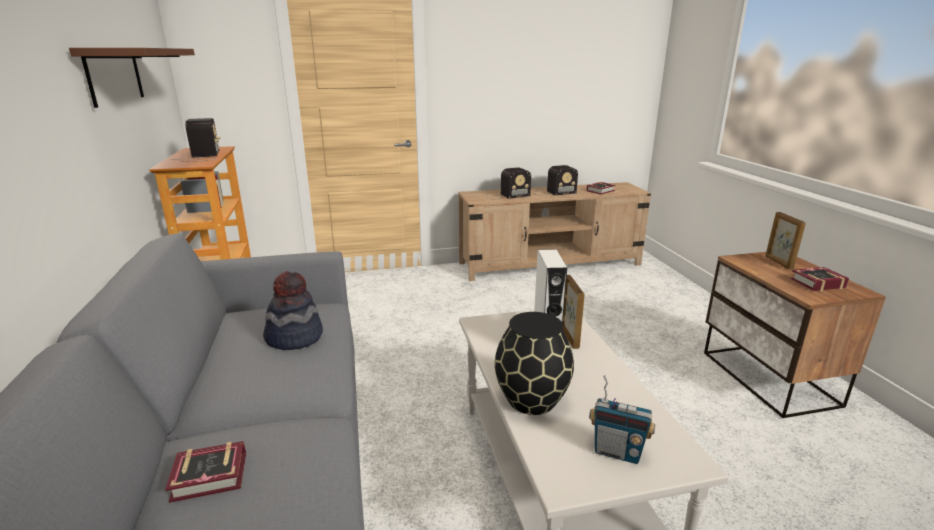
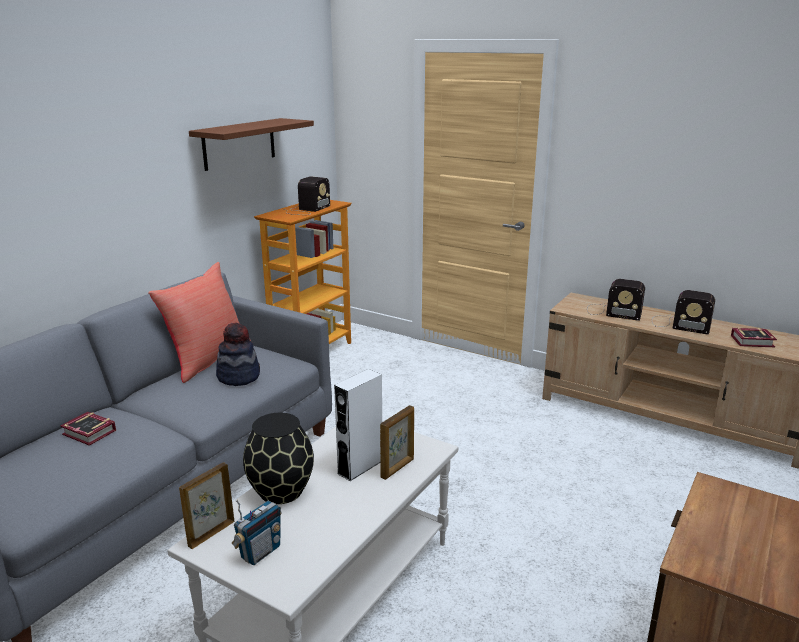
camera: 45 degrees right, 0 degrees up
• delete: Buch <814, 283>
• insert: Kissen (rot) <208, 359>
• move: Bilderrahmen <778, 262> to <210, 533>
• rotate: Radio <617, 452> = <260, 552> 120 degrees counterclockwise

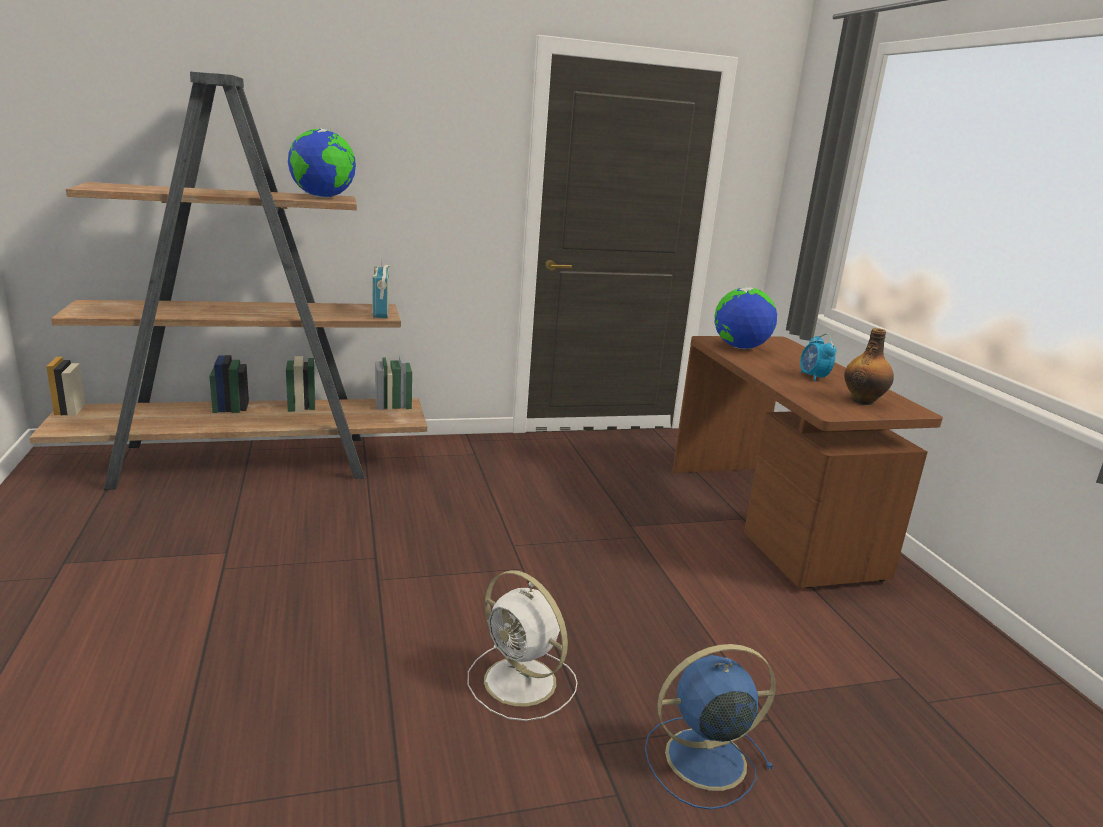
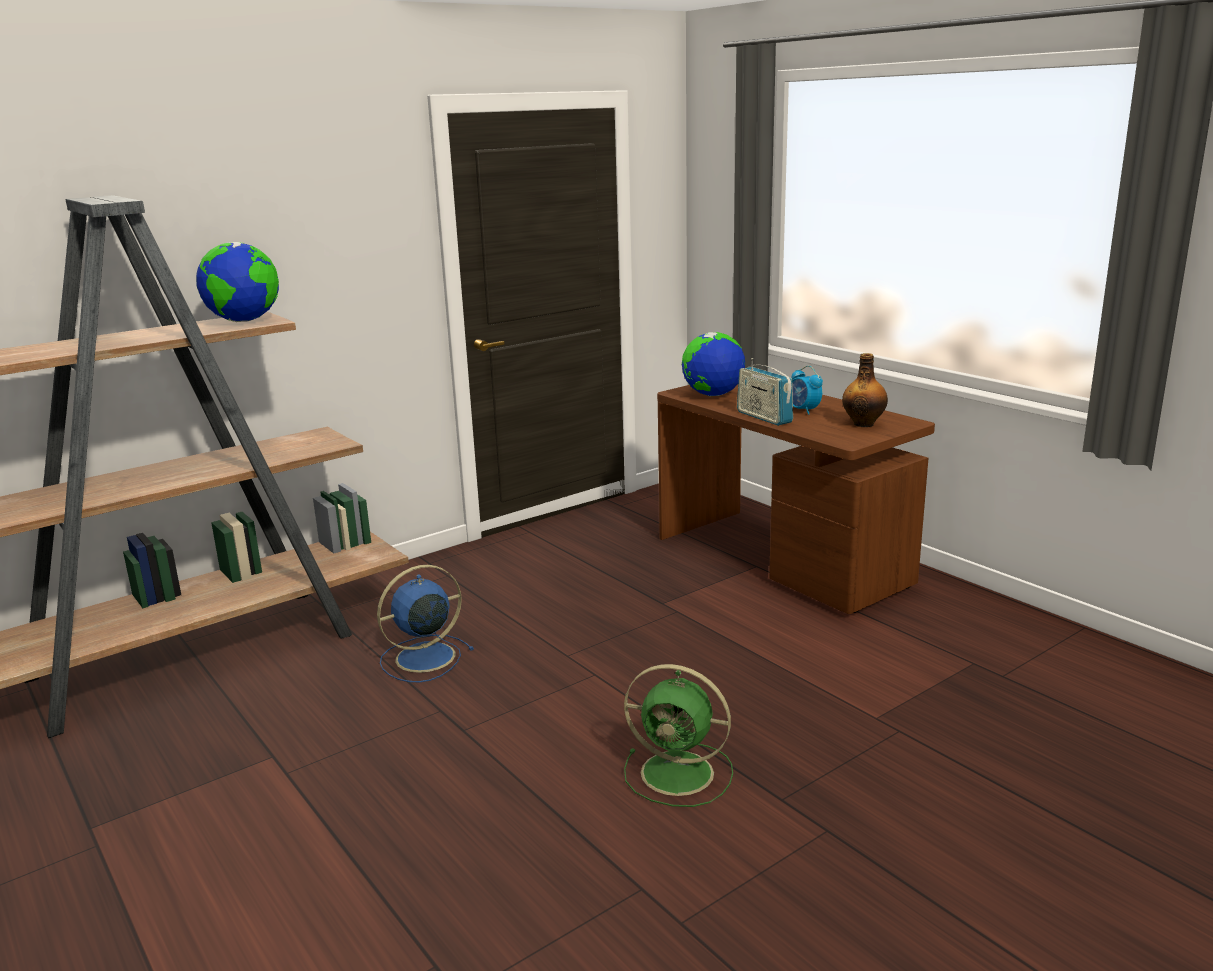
camera: 20 degrees left, 0 degrees up
• move: Radio <381, 311> to <764, 417>
• move: Ventilator (blau) <702, 759> to <422, 658>
• recolor: Ventilator (weiß) <522, 683> to Ventilator (grün) <680, 774>

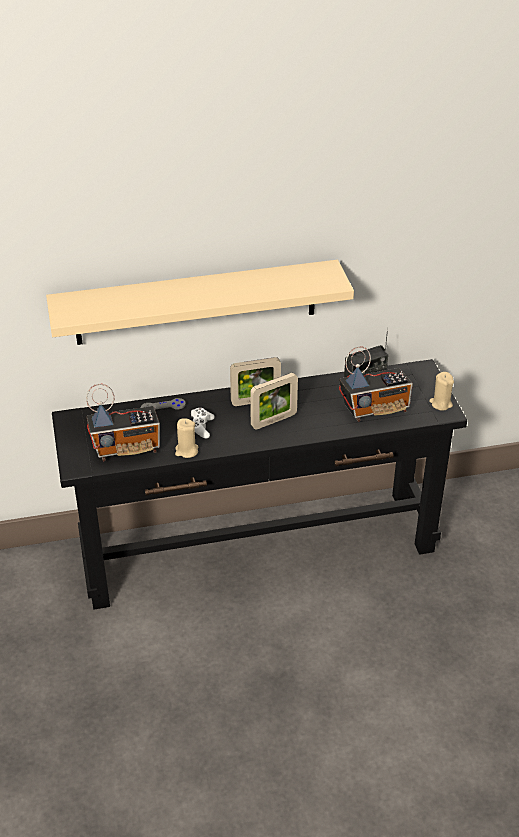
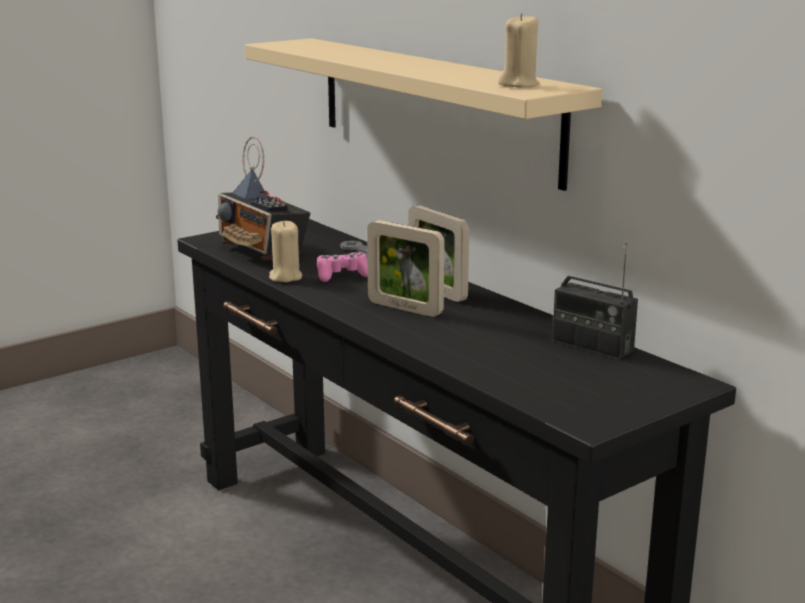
camera: 65 degrees right, 20 degrees down
• delete: Radio <375, 409>
• move: Kerze (beige) <441, 403> to <519, 85>
• recolor: Gamepad (weiß) <200, 427> to Gamepad (rosa) <343, 275>

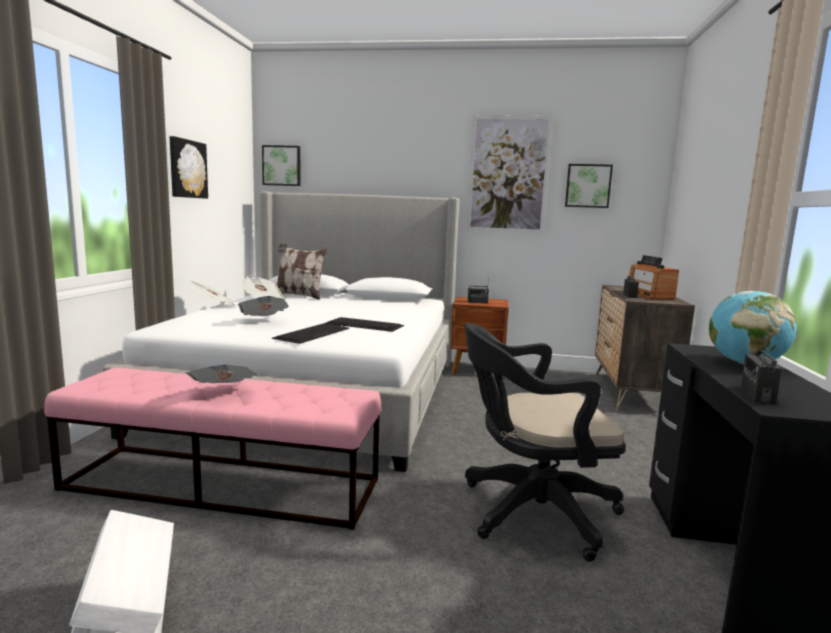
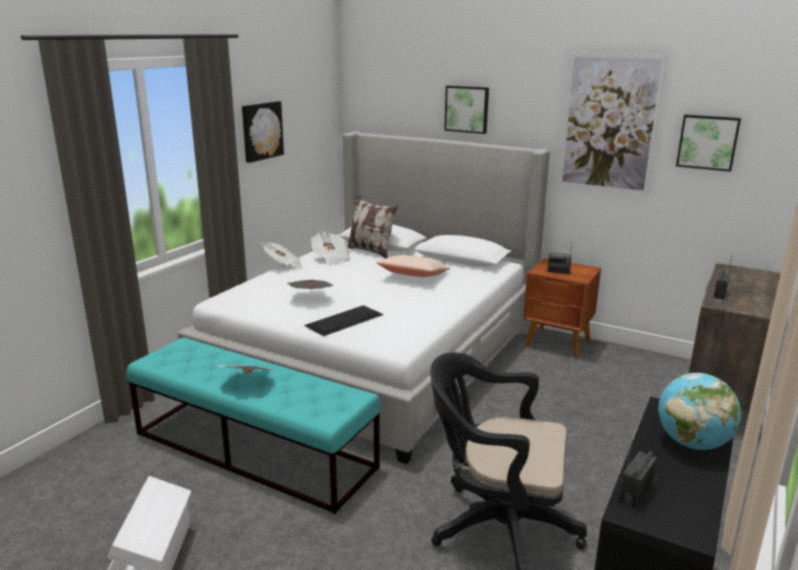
camera: 20 degrees right, 10 degrees up
• delete: Tastatur <365, 324>
• delete: Radio <649, 295>
• insert: Kissen (beige) <414, 277>
• move: Bild <282, 166> to <467, 109>
• recolor: Bank (rosa) <223, 484> to Bank (türkis) <254, 450>

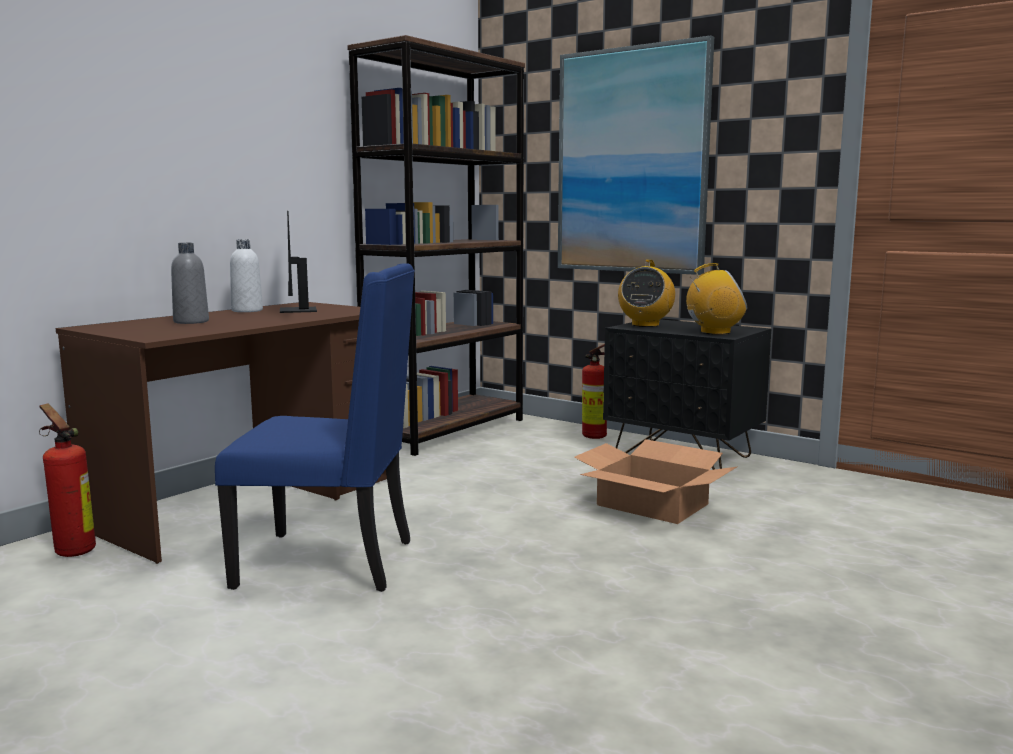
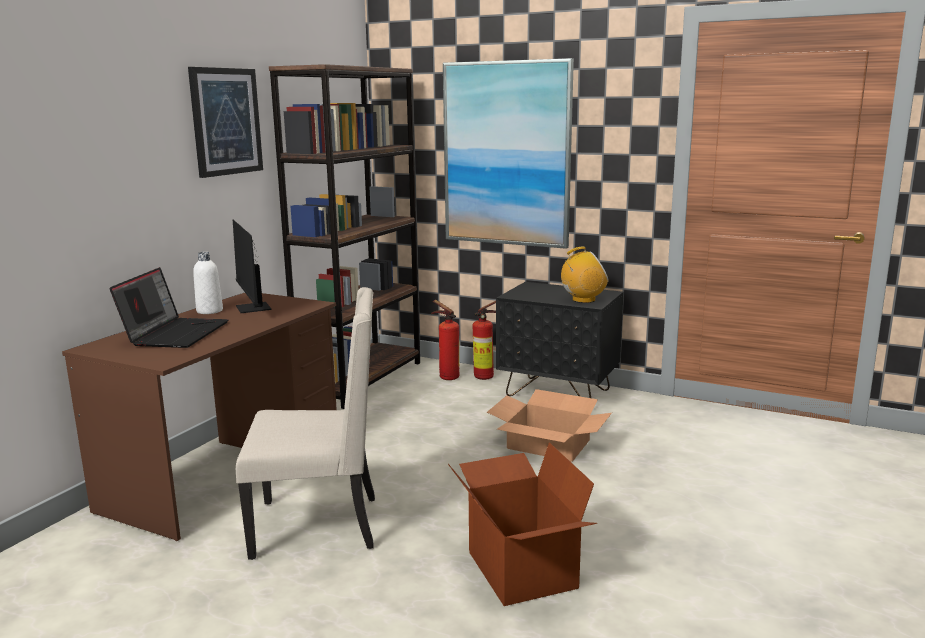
camera: 10 degrees left, 5 degrees up
• delete: Radio <645, 325>
• insert: Bild <226, 121>
• insert: Karton <519, 570>
• move: Feuerlöscher <73, 550> to <446, 377>
• replace: Flasche (grau) <191, 321> to Laptop <175, 333>
• recolor: Stuhl (blau) <331, 563> to Stuhl (beige) <320, 525>

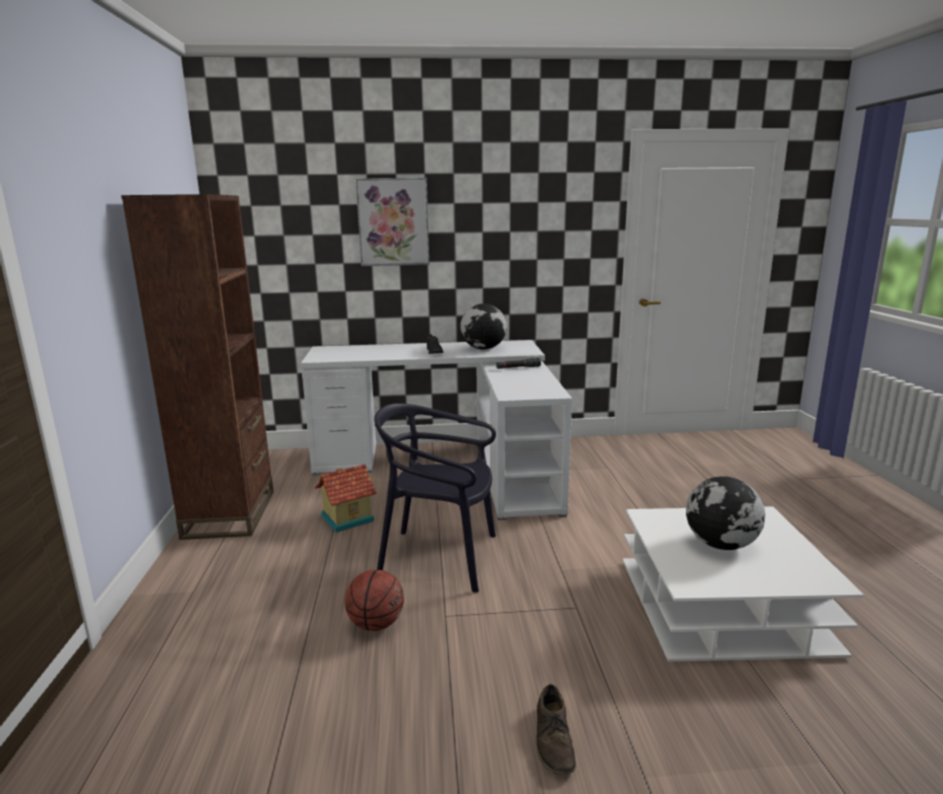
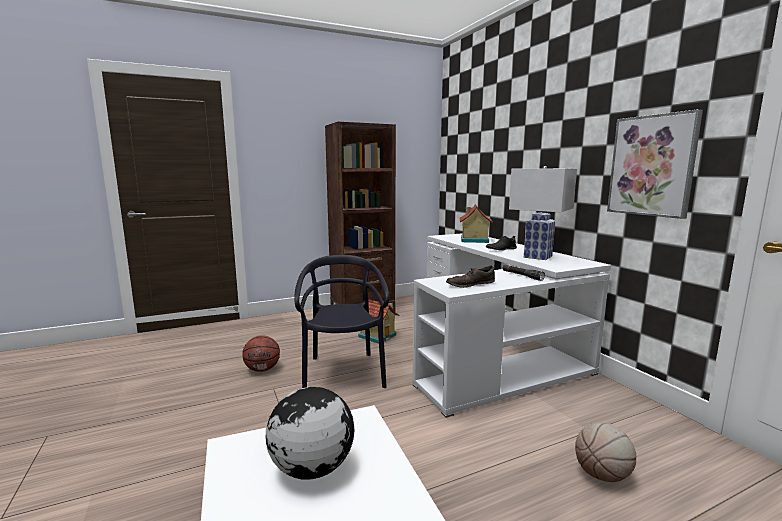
camera: 70 degrees right, 5 degrees down
• insert: Spielzeughaus <473, 240>
• insert: Basketball <602, 475>
• move: Bild <393, 222> to <652, 166>
• move: Schuh (braun) <554, 740> to <470, 284>
• replace: Globus <483, 348> to Tischlampe (weiß) <538, 257>

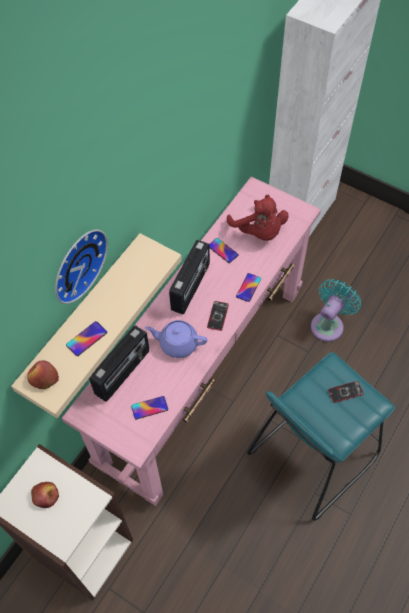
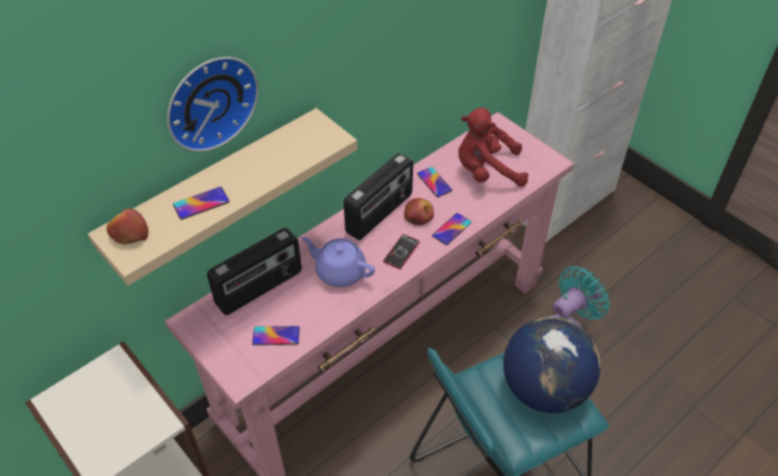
camera: 15 degrees right, 10 degrees down
• move: Apfel <46, 496> to <418, 216>
• replace: Handy <345, 392> to Globus <544, 388>
• rotate: Plüschtier (rot) <259, 231> = <486, 171> 105 degrees clockwise

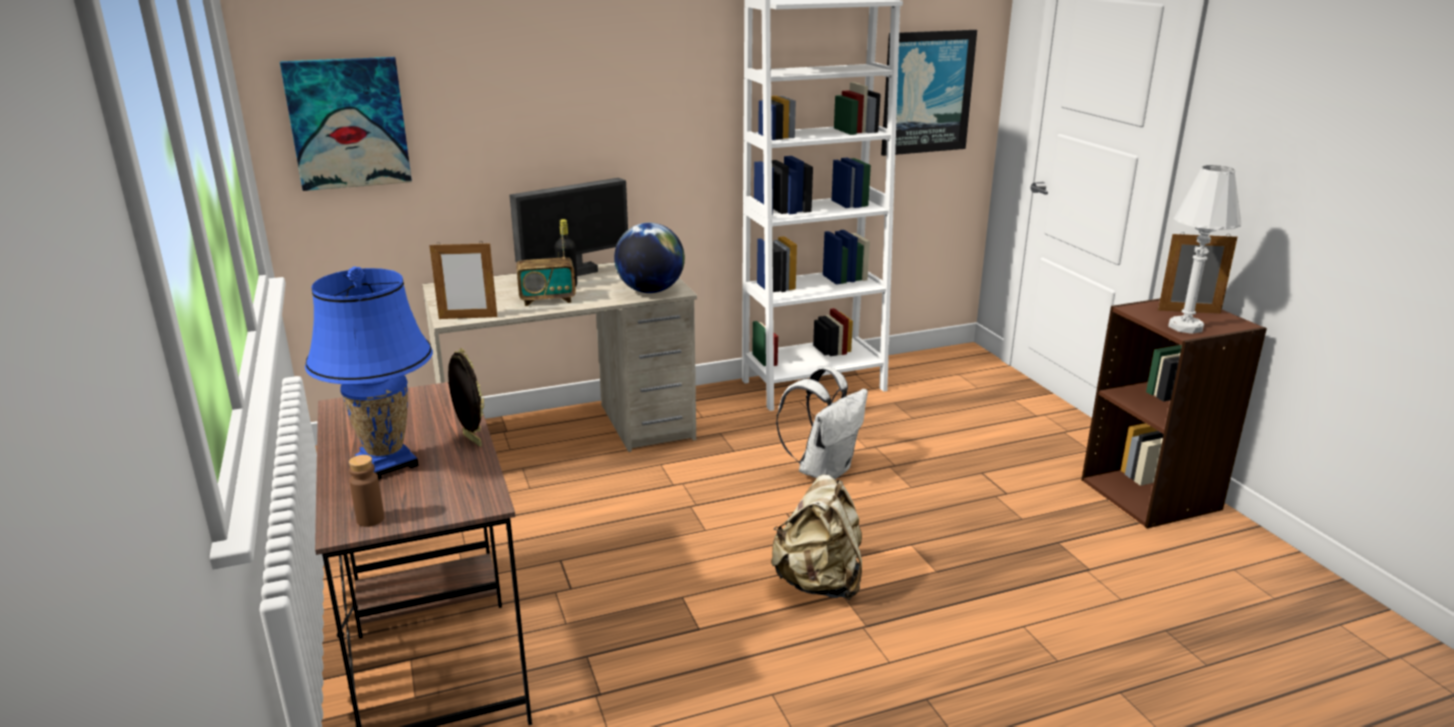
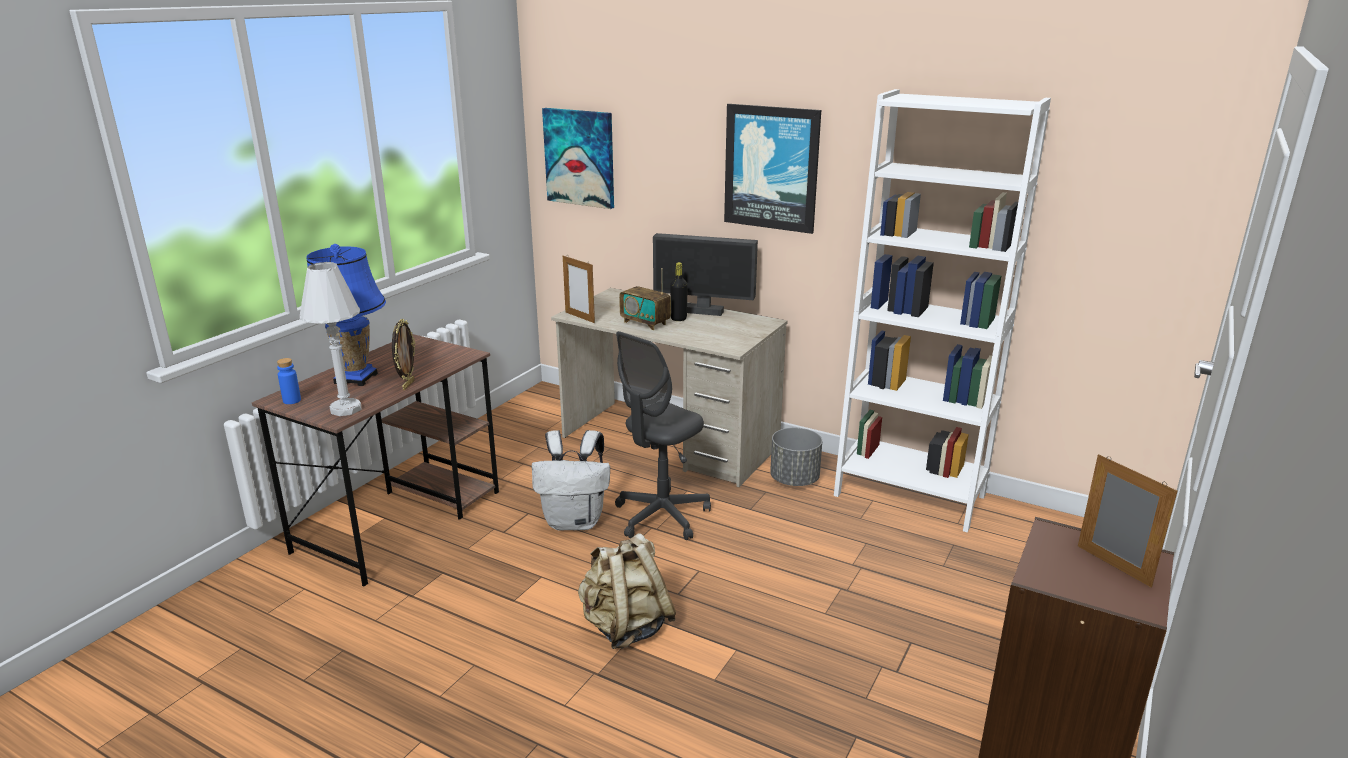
camera: 50 degrees right, 0 degrees up
• delete: Globus <650, 291>
• insert: Bürostuhl (grau) <661, 516>
• insert: Pflanzkübel (grau) <795, 480>
• move: Rucksack (weiß) <824, 470> to <575, 521>
• move: Bild <926, 92> to <771, 168>
• move: Tischlampe (weiß) <1185, 327> to <346, 409>
• recolor: Flasche (braun) <370, 519> to Flasche (blau) <292, 400>

